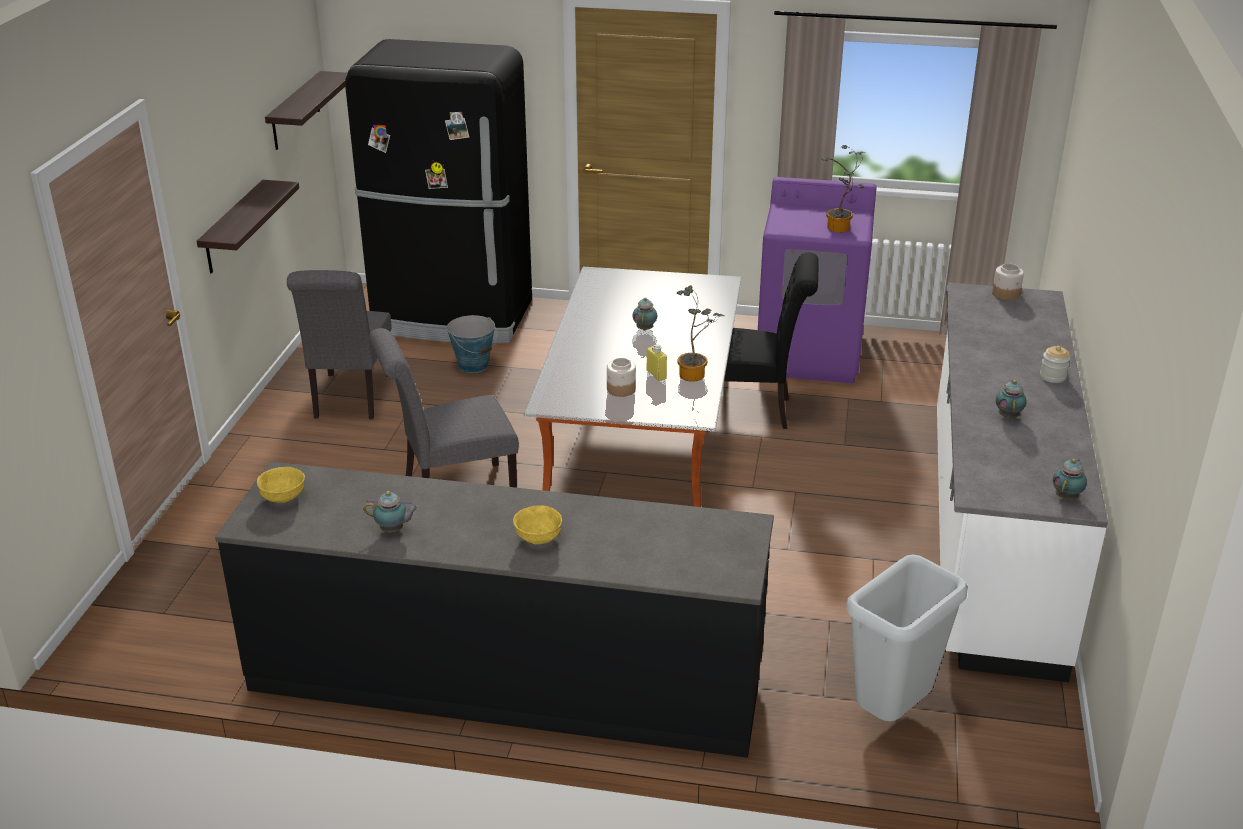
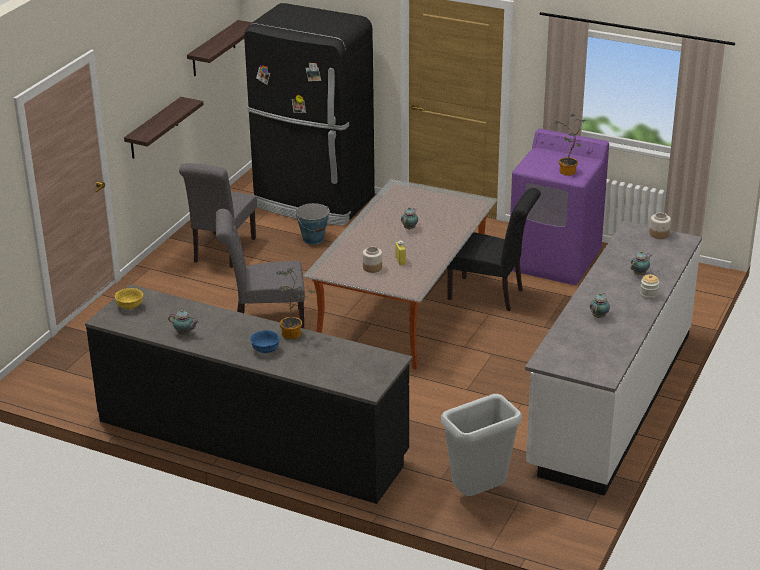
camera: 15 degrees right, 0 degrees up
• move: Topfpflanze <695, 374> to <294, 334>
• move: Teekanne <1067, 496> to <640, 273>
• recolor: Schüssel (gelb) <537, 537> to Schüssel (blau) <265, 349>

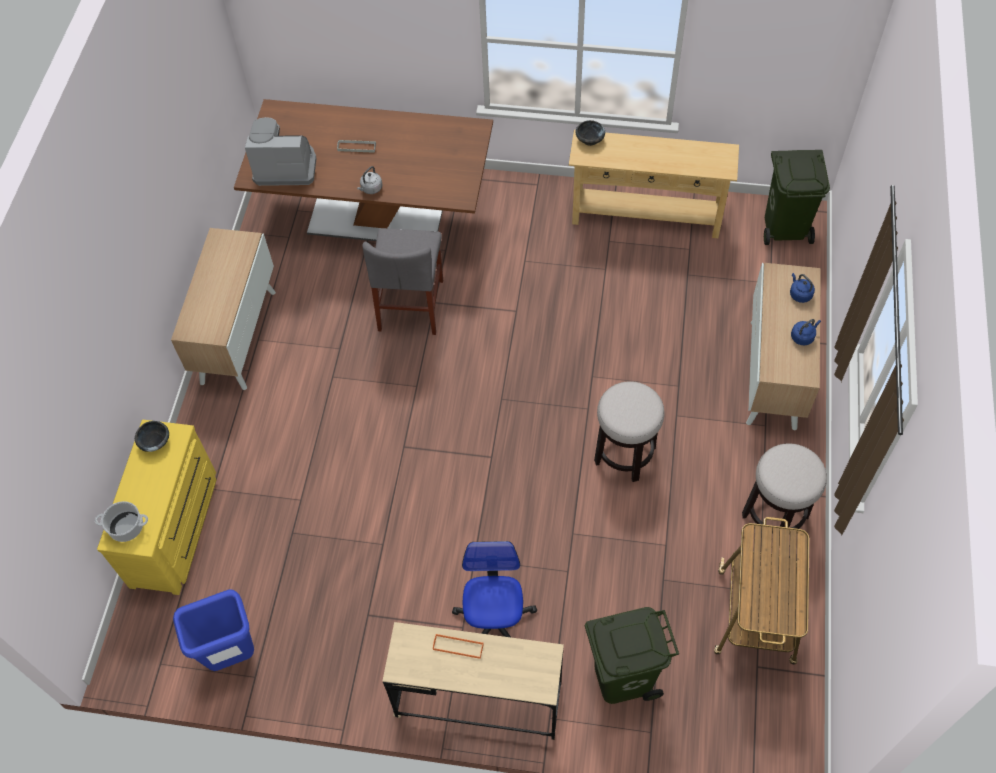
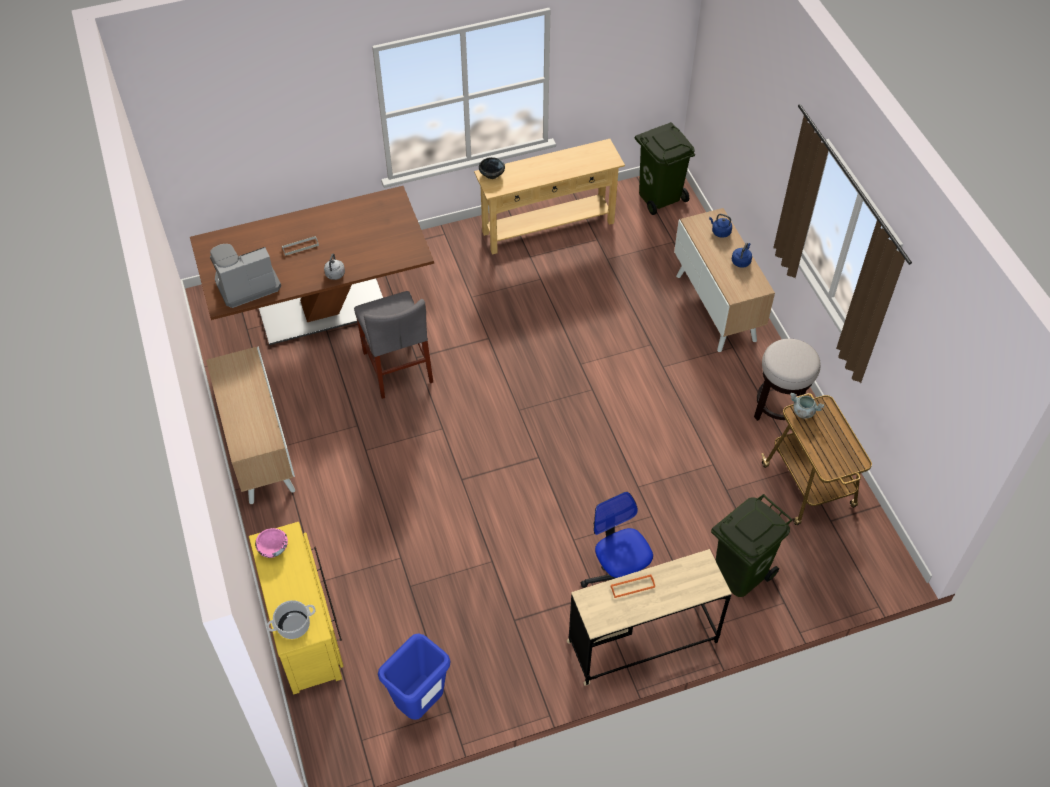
camera: 30 degrees left, 5 degrees down
• delete: Hocker <624, 454>
• insert: Kochtopf (grau) <803, 411>
• recolor: Schüssel (schwarz) <155, 441> to Schüssel (rosa) <273, 548>

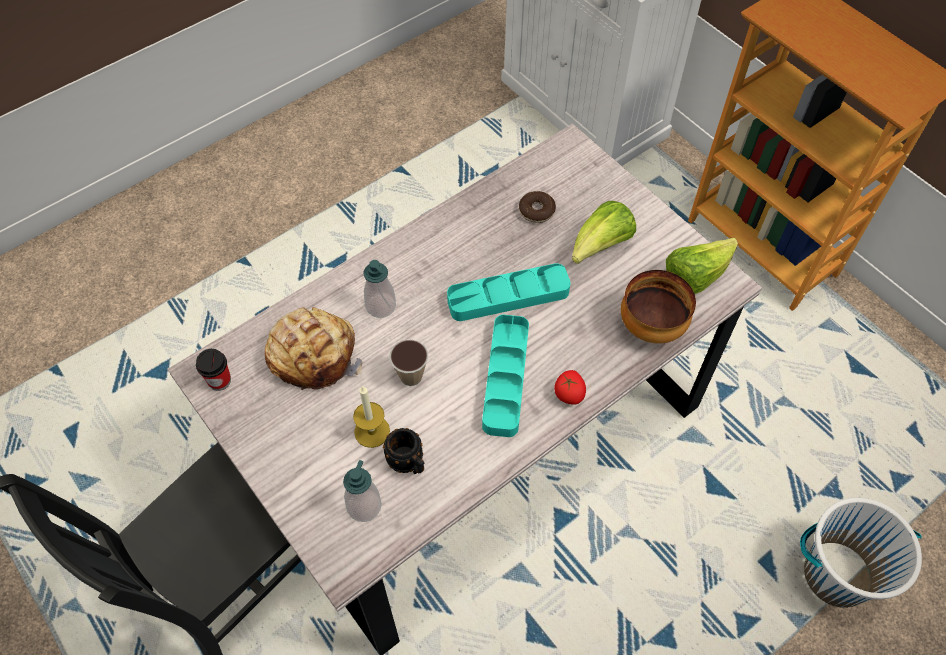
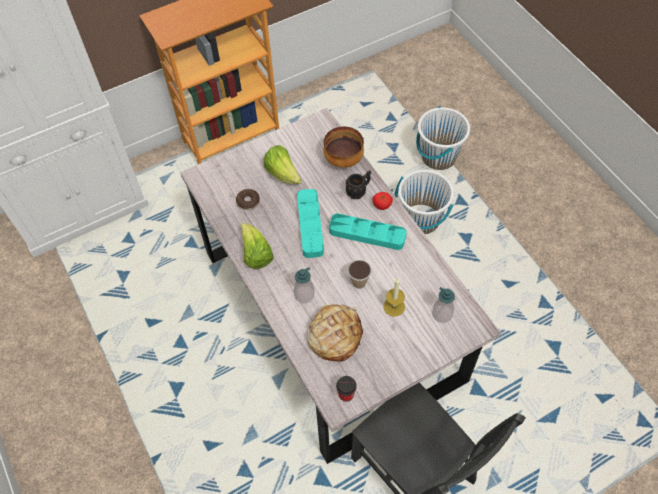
camera: 80 degrees left, 0 degrees up
• insert: Eimer (weiß) <421, 220>
• move: Henkelbecher (schwarz) <409, 464> to <358, 191>
• move: Salatkopf <695, 276> to <256, 254>

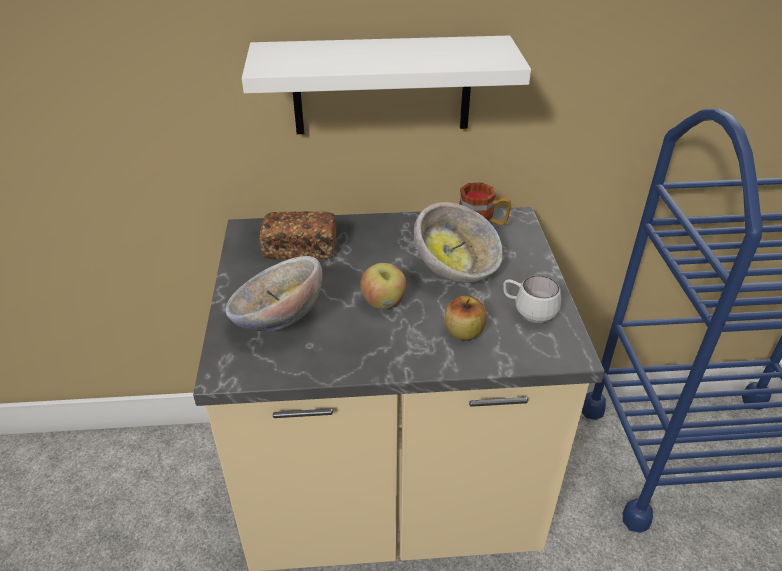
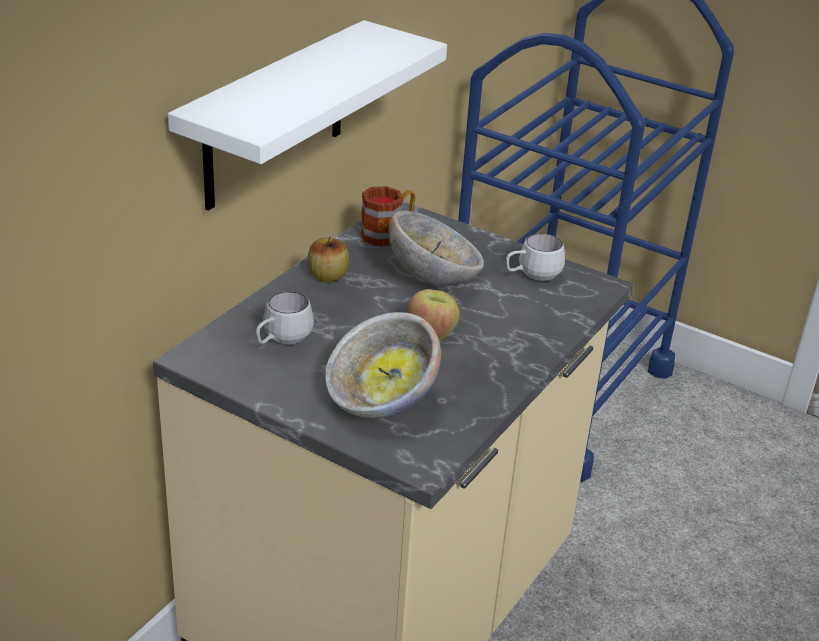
camera: 55 degrees left, 5 degrees down
• move: Apfel <464, 332> to <327, 276>
• replace: Brot <300, 249> to Henkelbecher (weiß) <281, 341>

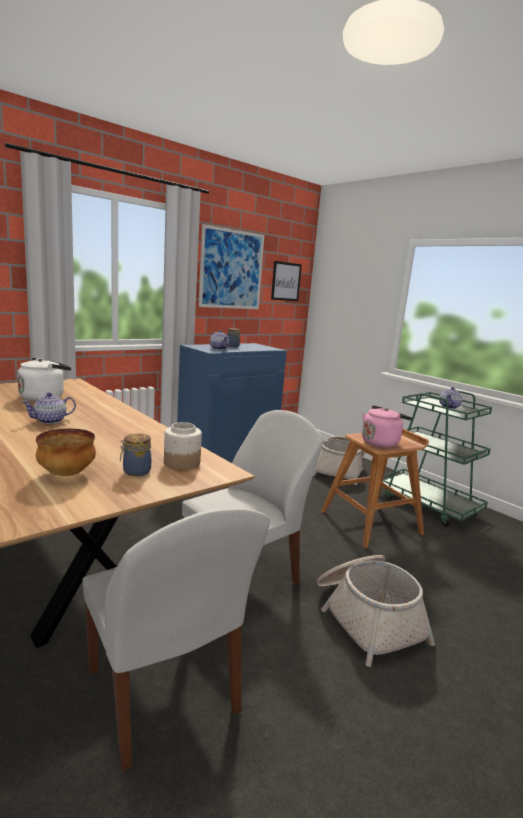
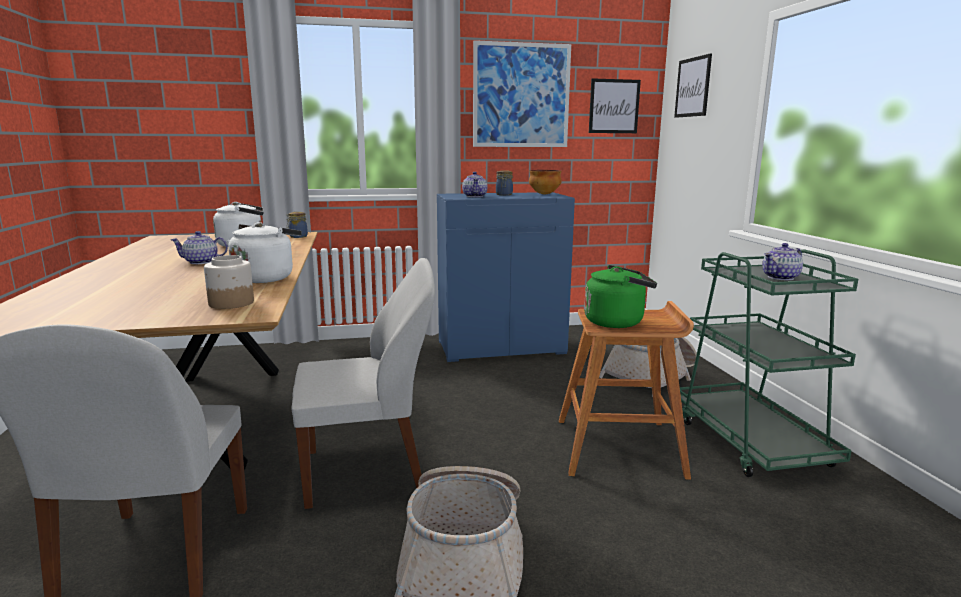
camera: 30 degrees right, 0 degrees up
• insert: Wasserkessel (weiß) <265, 278>
• insert: Bild <693, 87>
• move: Schüssel <67, 473> to <544, 194>
• move: Vorratsglas <135, 472> to <297, 236>
• recolor: Wasserkessel (rosa) <381, 442> to Wasserkessel (grün) <617, 322>

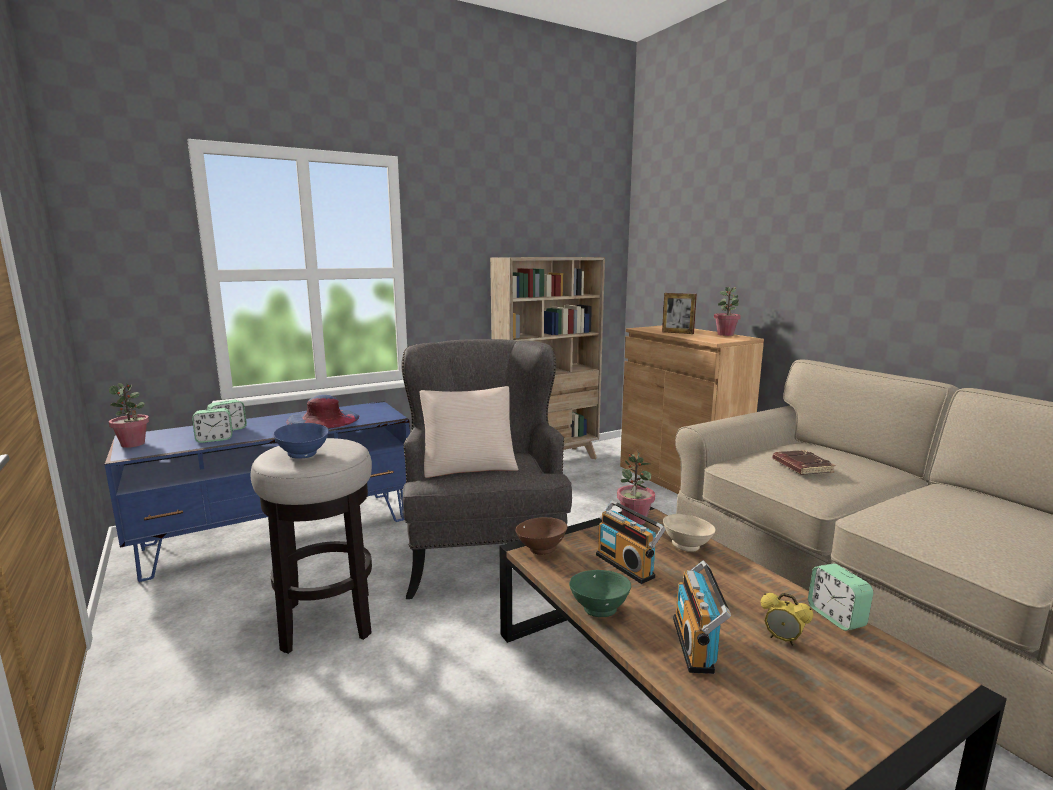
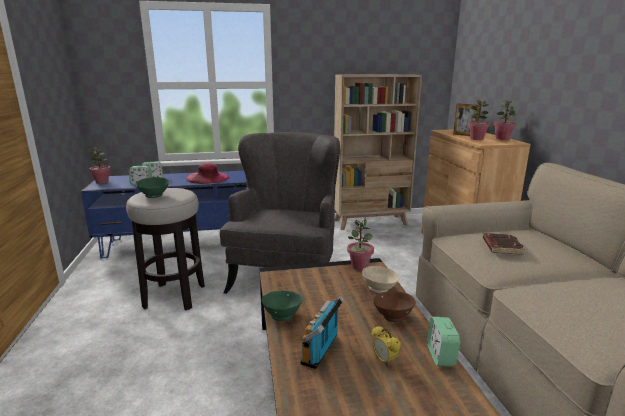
camera: 20 degrees right, 5 degrees up
• delete: Kissen (beige) <469, 465>
• delete: Radio <627, 565>
• insert: Topfpflanze <476, 139>
• move: Schüssel (braun) <541, 548> to <393, 316>
• recolor: Schüssel (blau) <302, 455> to Schüssel (grün) <153, 196>
• recolor: Hut (blau) <323, 419> to Hut (rosa) <207, 178>

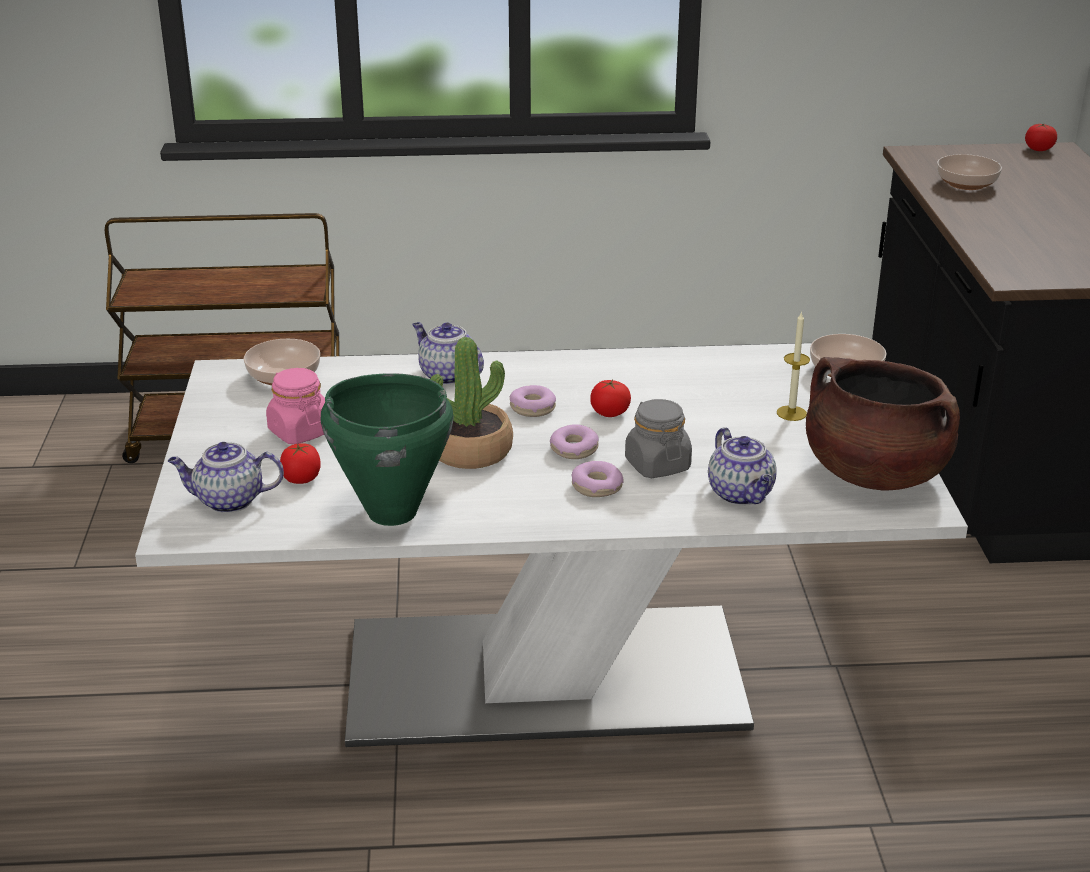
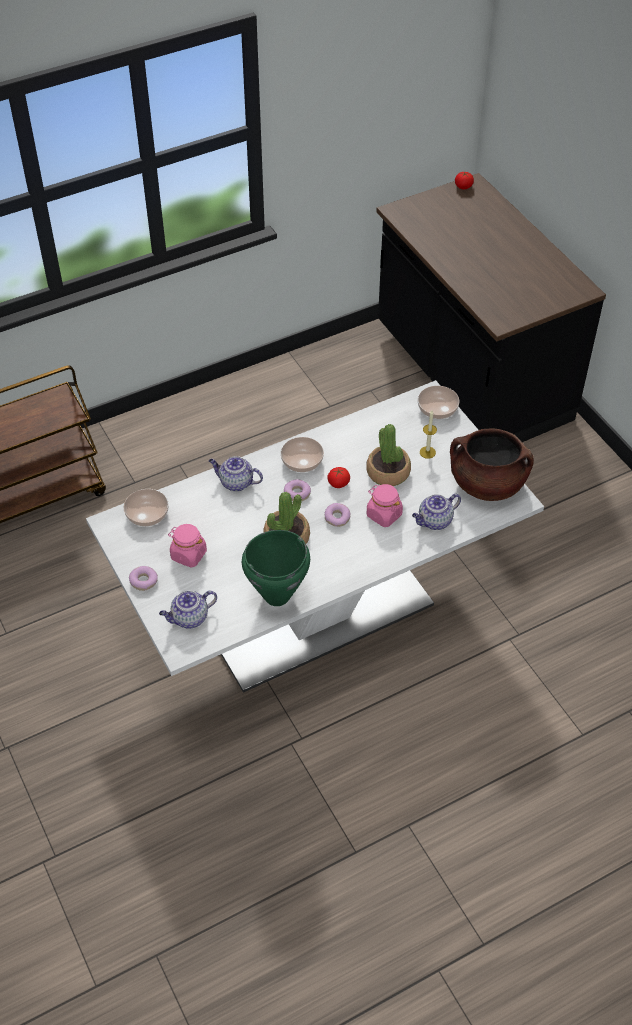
camera: 25 degrees left, 20 degrees up
• delete: Tomate <301, 478>
• insert: Topfpflanze <388, 472>
• move: Donut <597, 487> to <143, 581>
• move: Schüssel <966, 184> to <302, 462>
• recolor: Vorratsglas (grau) <657, 465> to Vorratsglas (rosa) <384, 515>
• rotate: Teekanne <742, 494> = <434, 521> 105 degrees clockwise

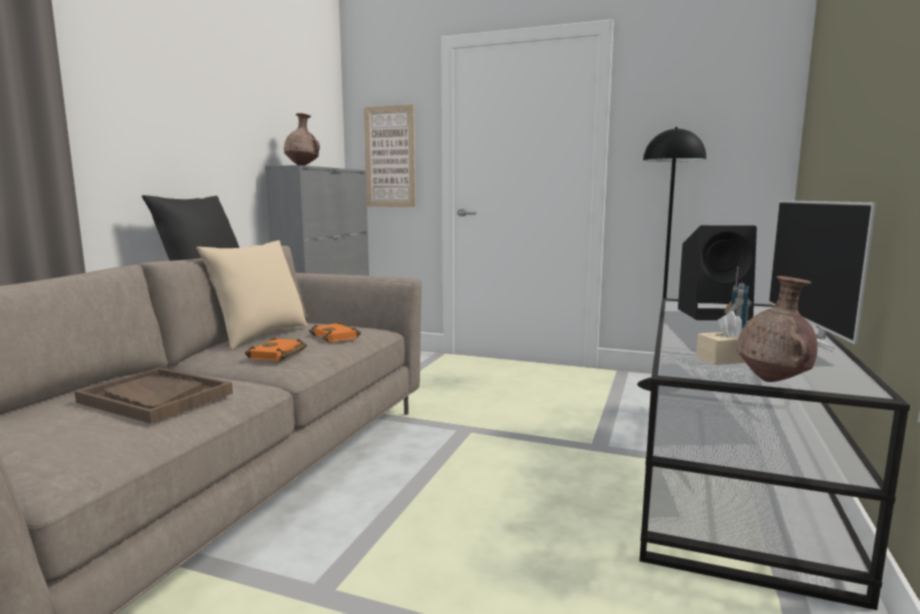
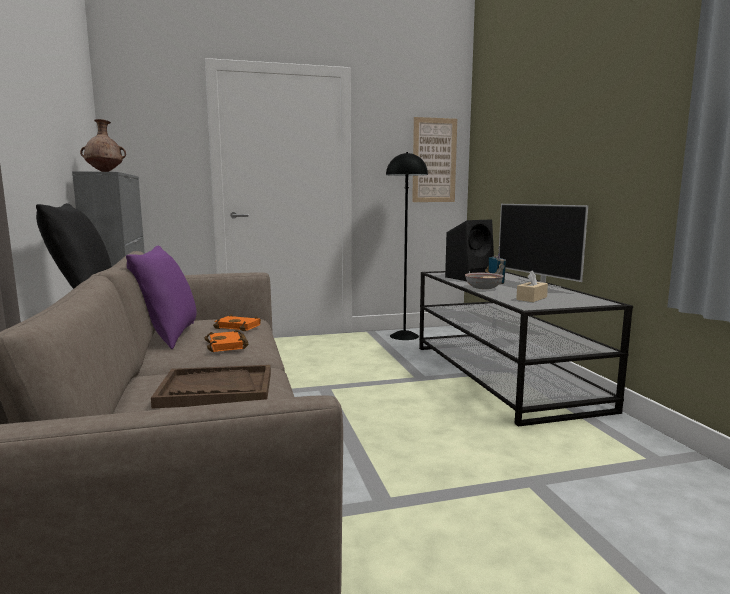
camera: 35 degrees left, 0 degrees up
• delete: Vase (braun) <773, 381>
• insert: Schüssel <483, 288>
• move: Bild <390, 157> to <434, 160>
• recolor: Kissen (beige) <259, 336> to Kissen (lila) <167, 337>

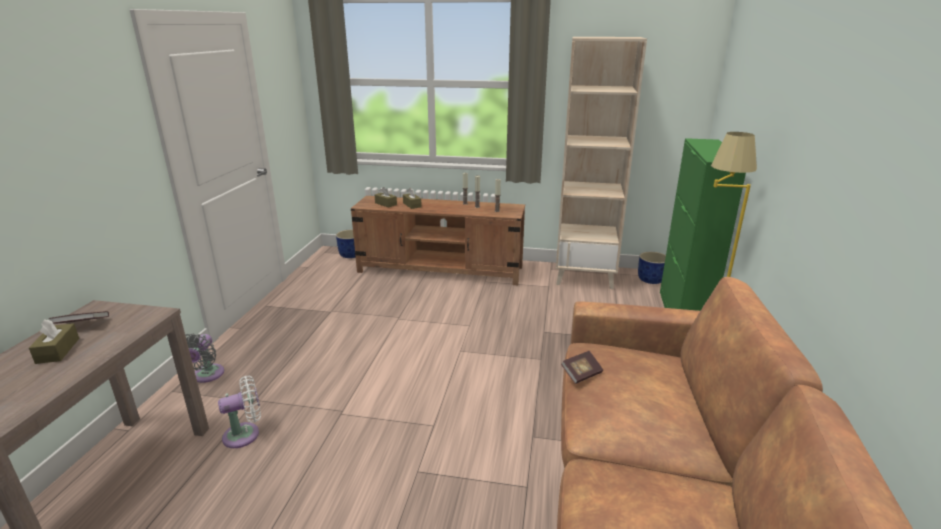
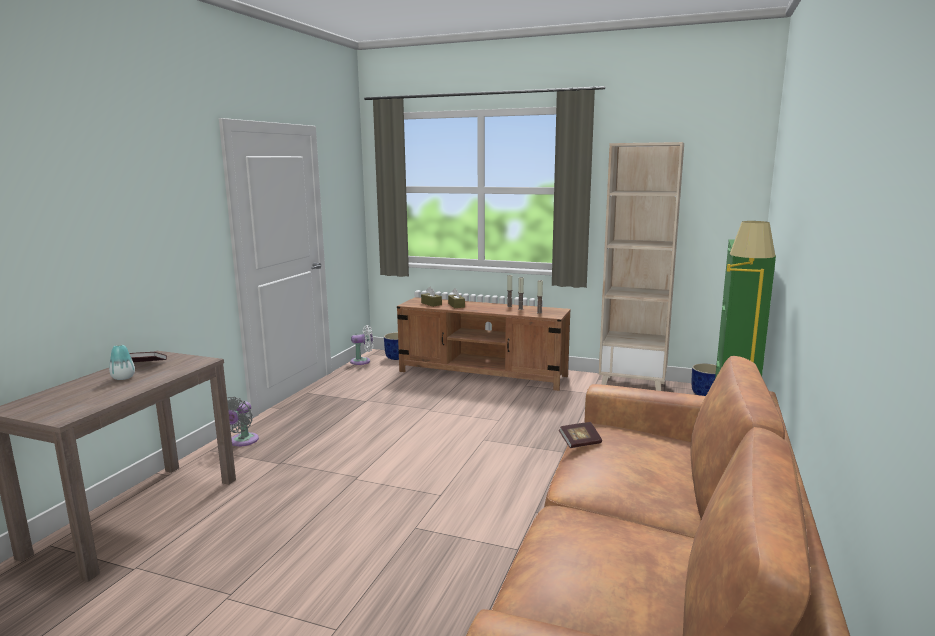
camera: 10 degrees right, 10 degrees down
• move: Ventilator (weiß) <245, 434> to <362, 361>
• replace: Taschentuchbox (braun) <58, 350> to Vase <123, 378>

